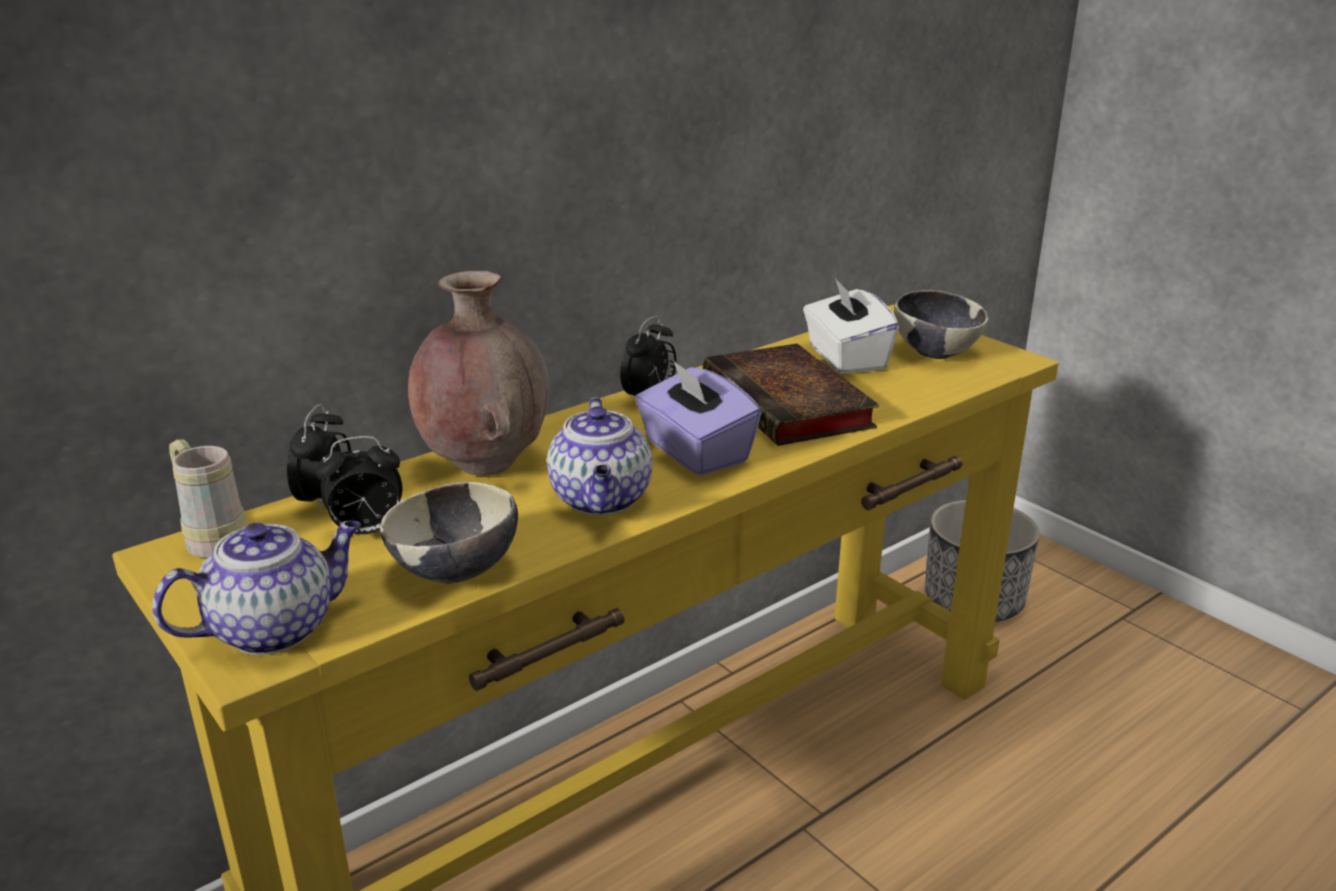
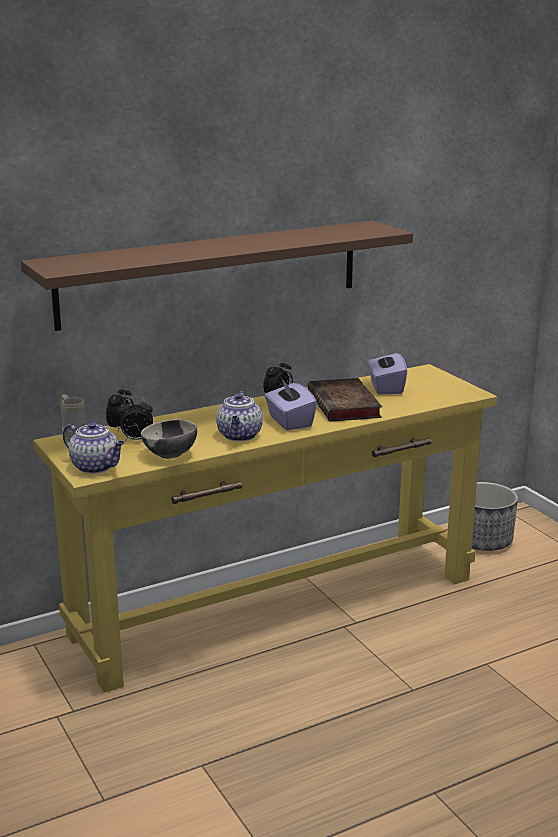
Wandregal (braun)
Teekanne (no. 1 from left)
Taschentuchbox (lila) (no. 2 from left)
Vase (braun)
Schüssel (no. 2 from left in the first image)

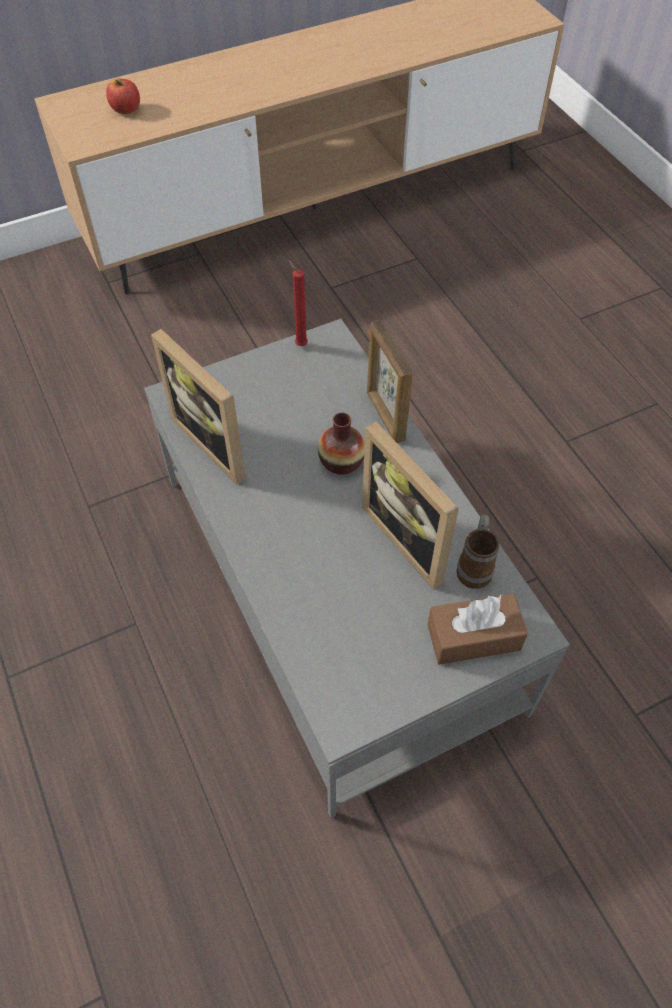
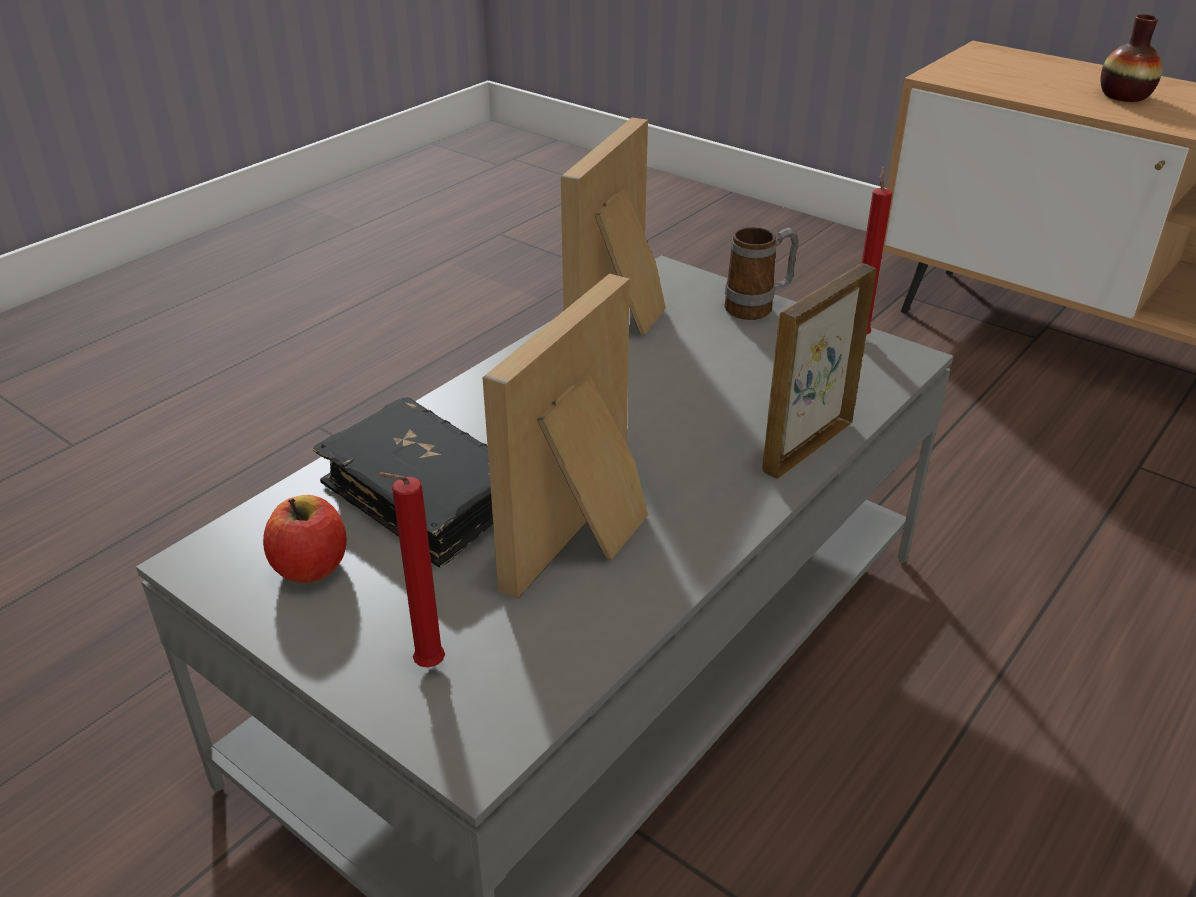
Apfel
Buch (schwarz)
Kerze (rot) (no. 1 from left)
Henkelbecher
Vase

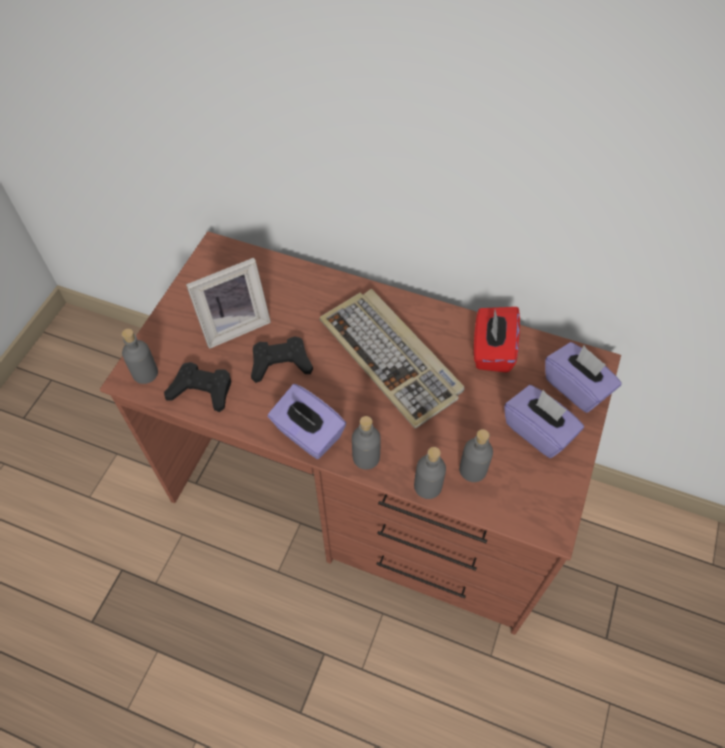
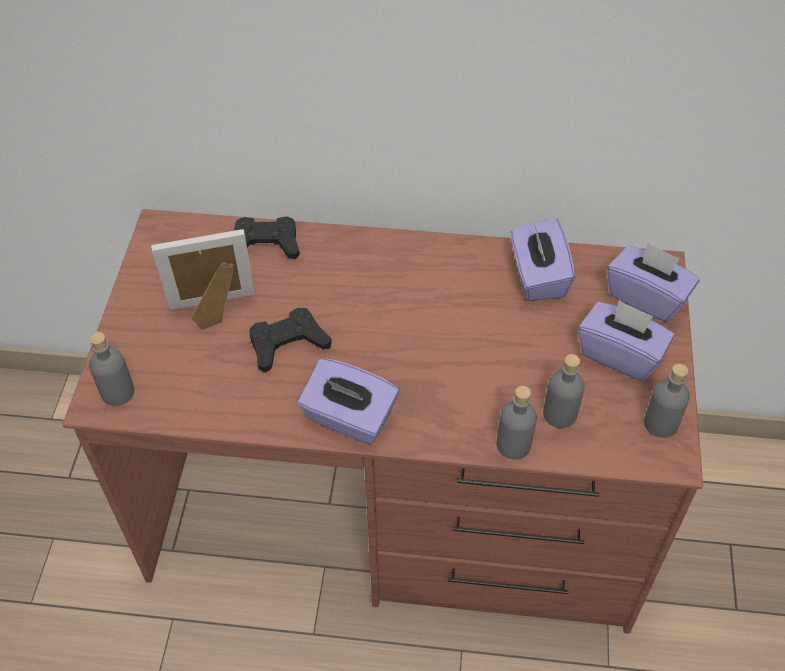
Bilderrahmen
Gamepad (schwarz) (no. 1 from left)
Taschentuchbox (lila) (no. 2 from left)
Flasche (grau) (no. 4 from left)
Tastatur

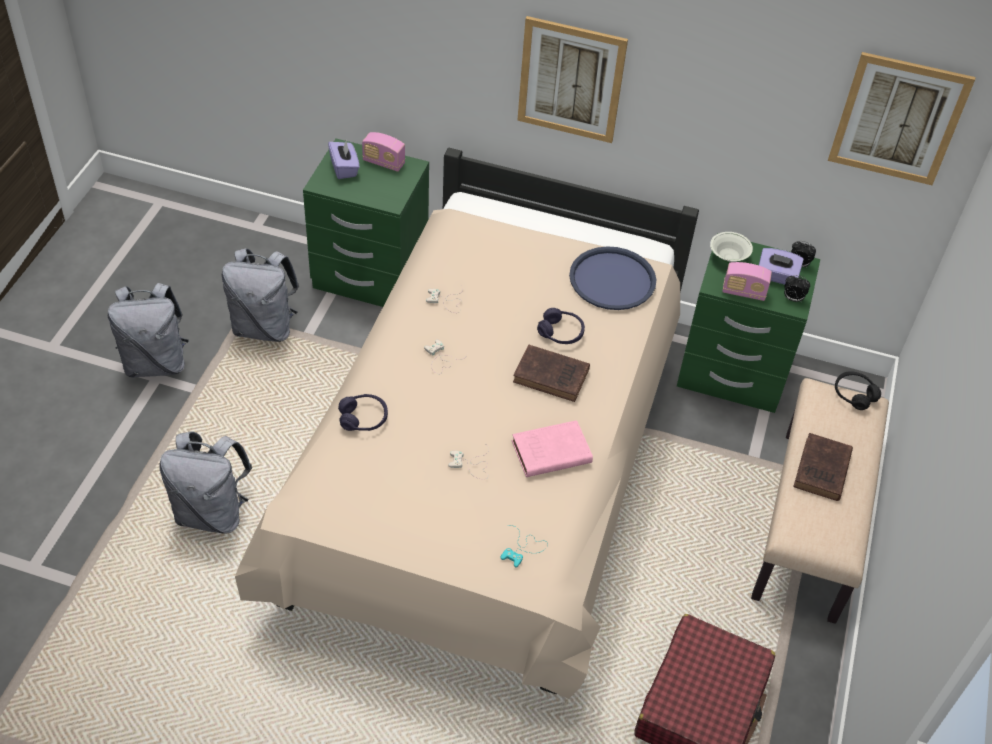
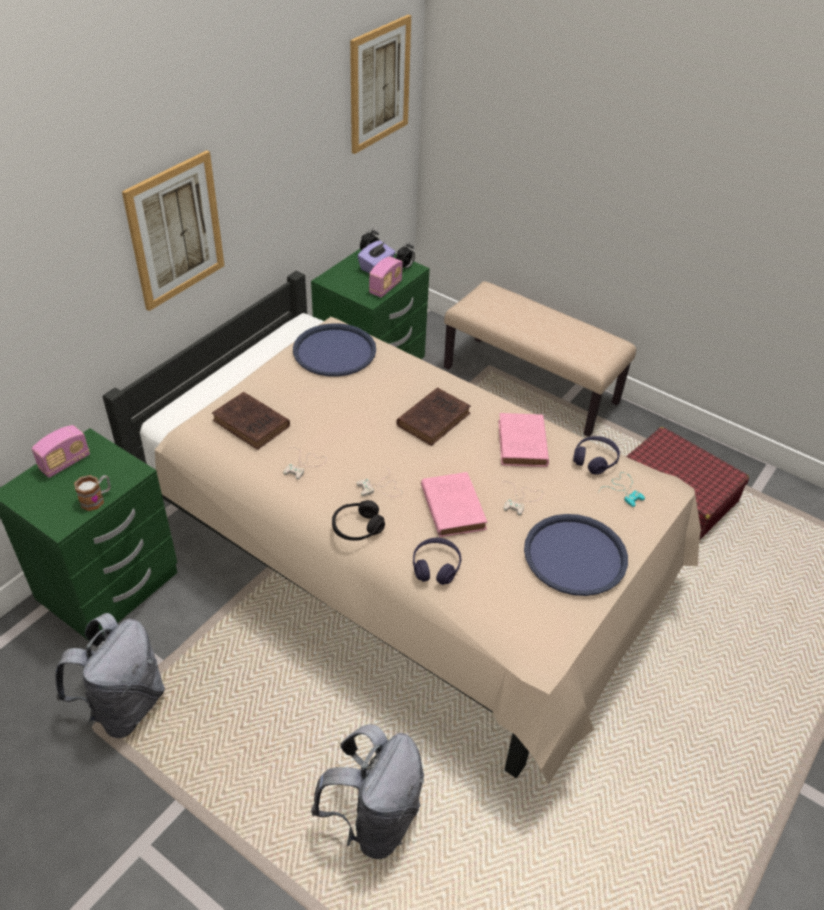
Henkelbecher
Buch (braun) (no. 1 from left)
Kopfhörer (schwarz)
Buch (rosa) (no. 1 from left)
Tablett (blau) (no. 2 from left)
Kopfhörer (lila) (no. 2 from left)
Rucksack (grau) (no. 1 from left in the first image)
Taschentuchbox (lila) (no. 1 from left in the first image)
Schüssel (weiß)

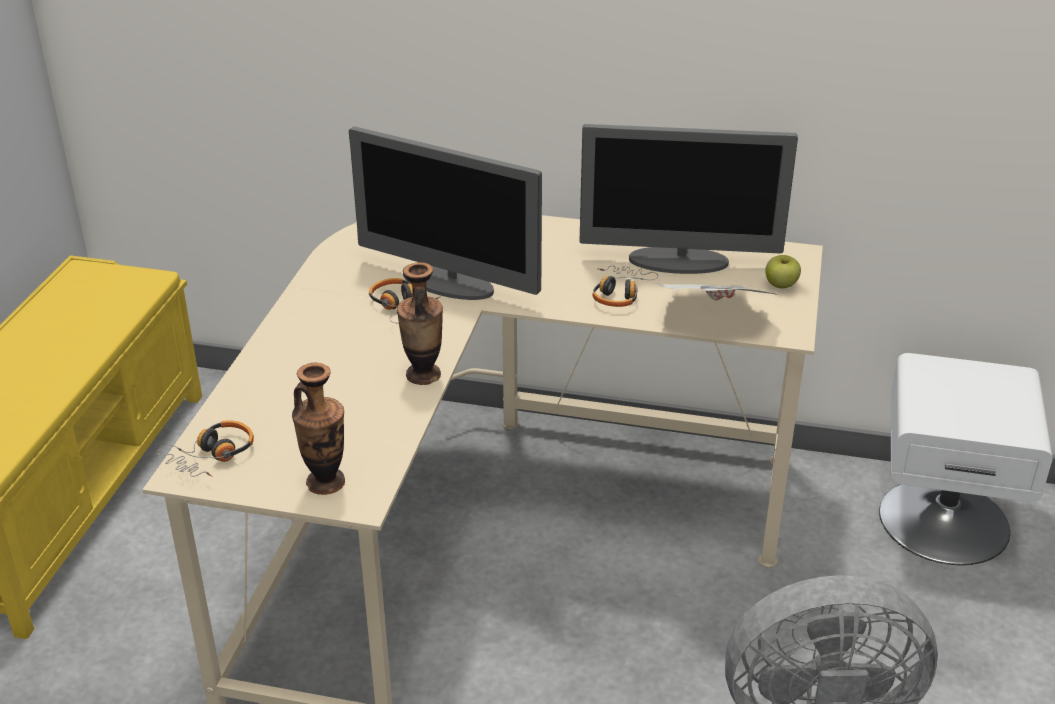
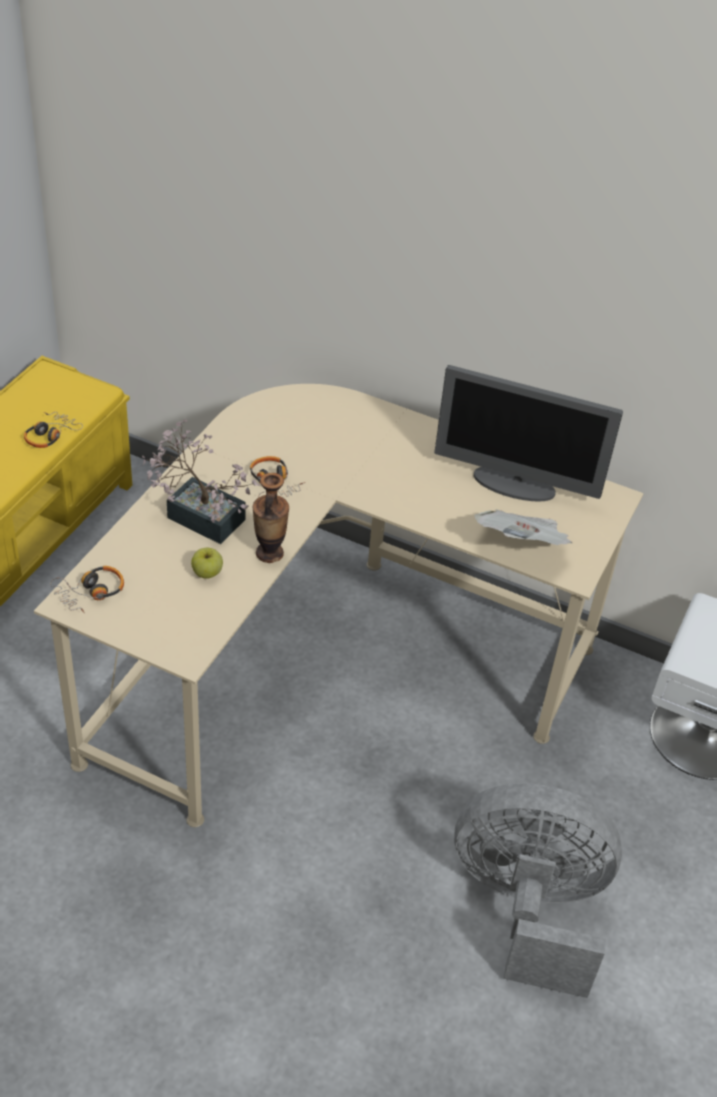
Kopfhörer (no. 1 from left)
Topfpflanze
Apfel
Vase (no. 1 from left in the first image)
Monitor (no. 1 from left in the first image)

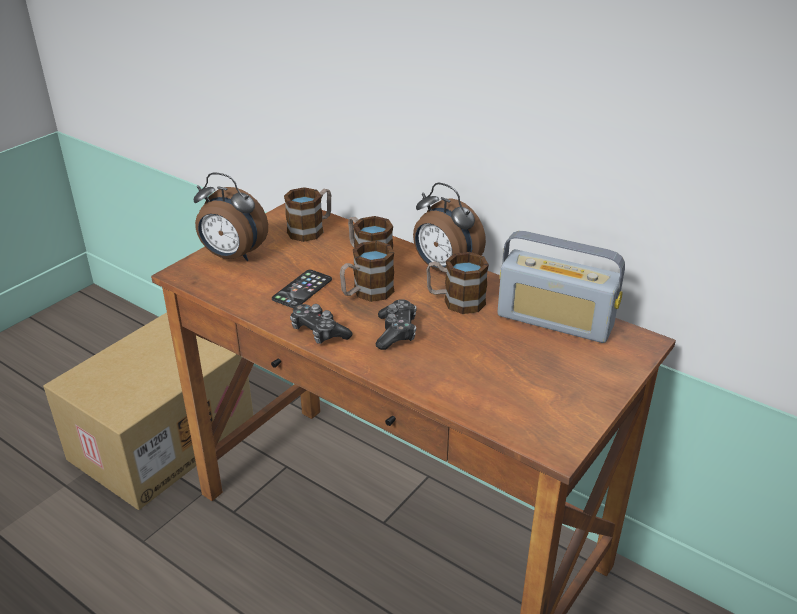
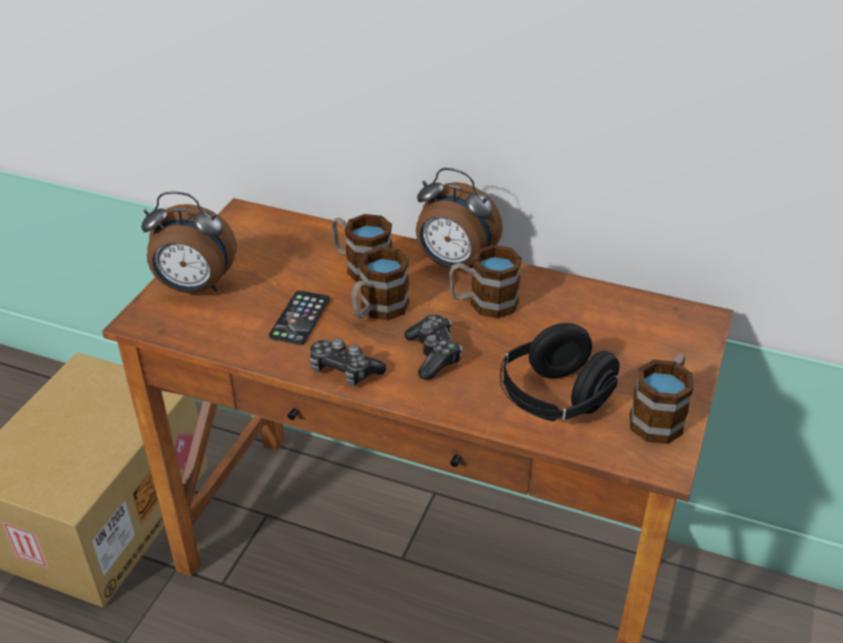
Kopfhörer (schwarz)
Henkelbecher (no. 4 from left)
Radio

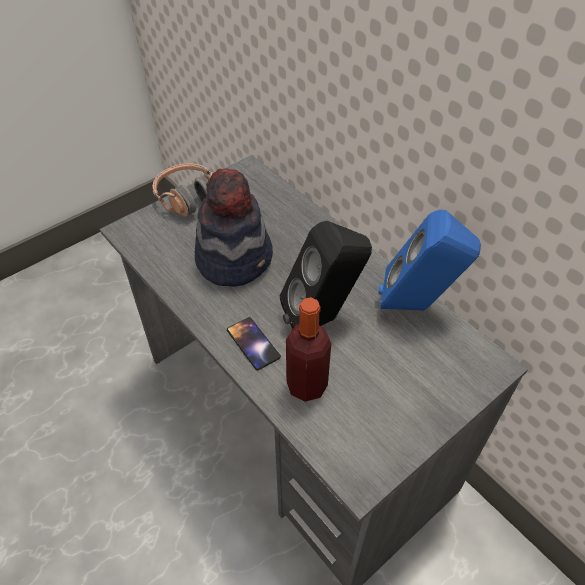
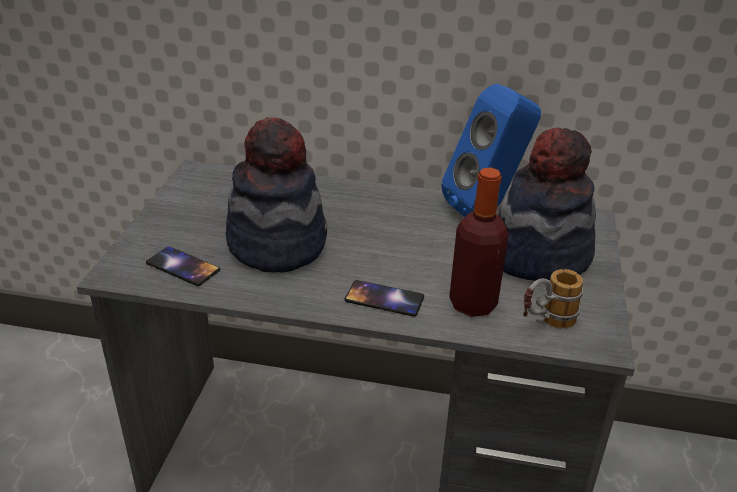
Handy (no. 1 from left)
Hut (no. 2 from left)
Henkelbecher
Kopfhörer
Lautsprecher (schwarz)

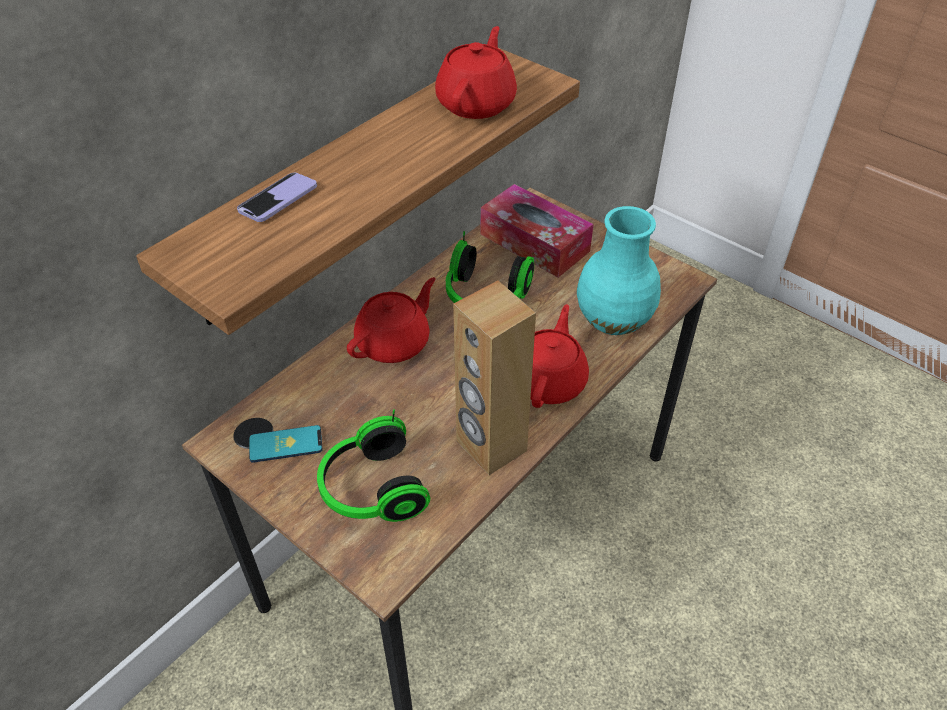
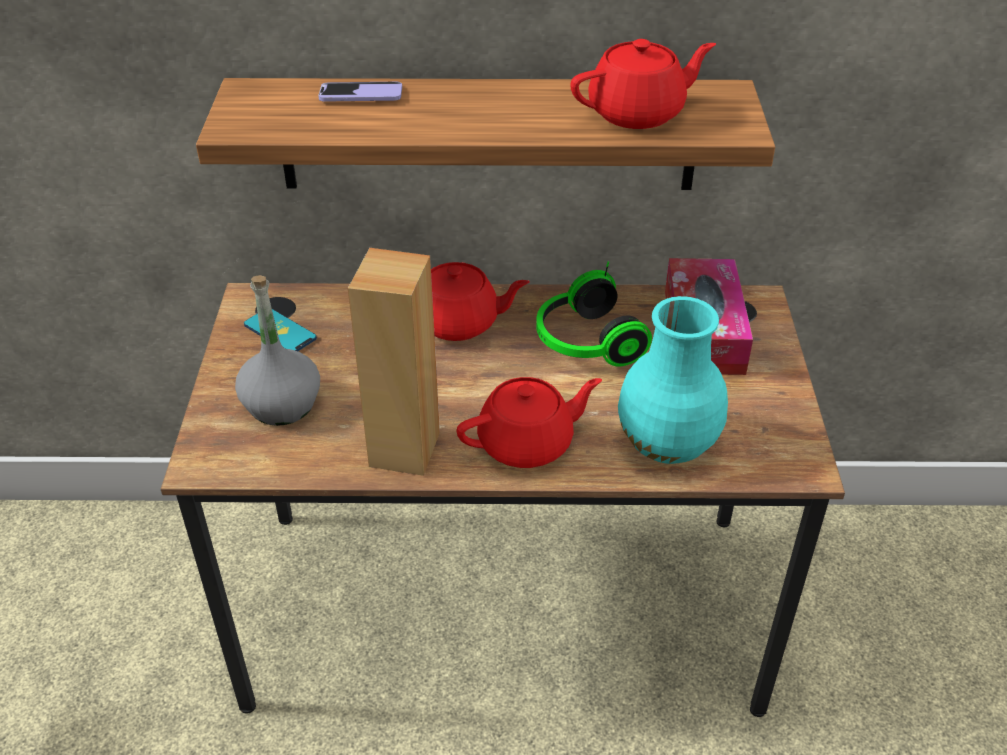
Flasche (grau)

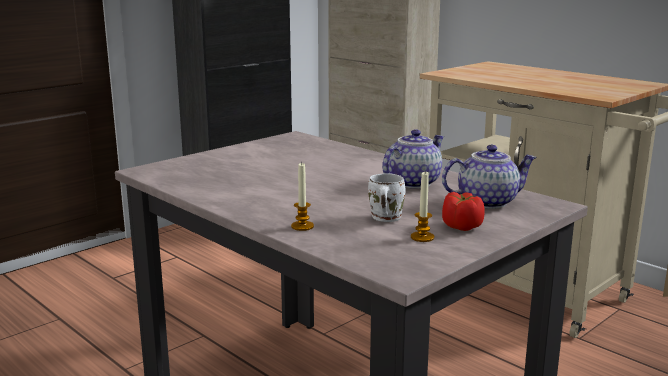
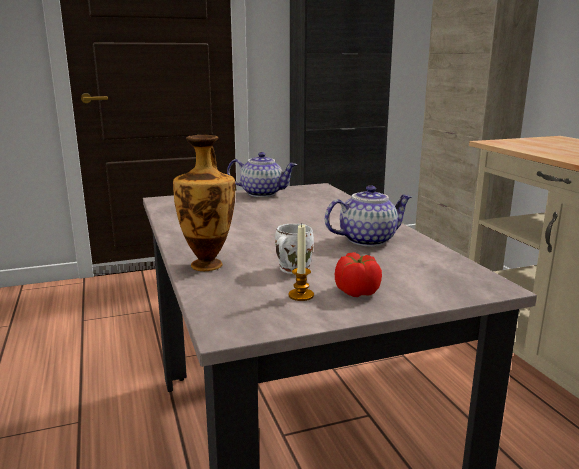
Vase
Teekanne (no. 1 from left)

